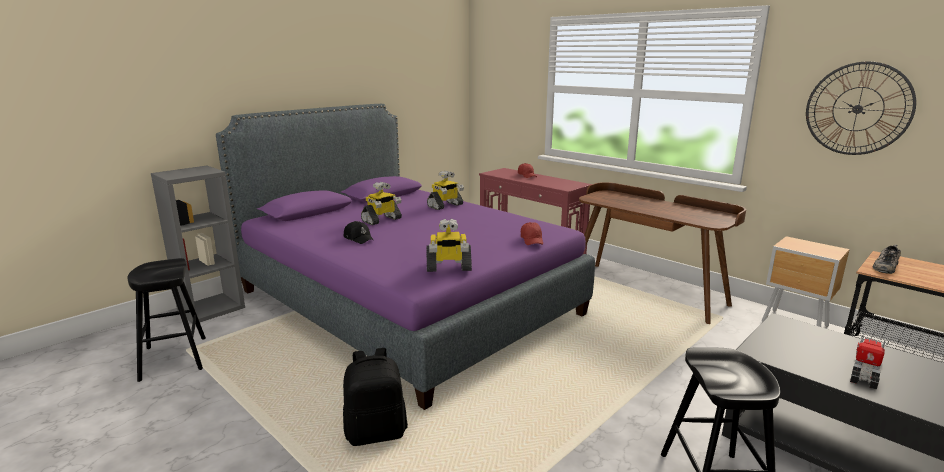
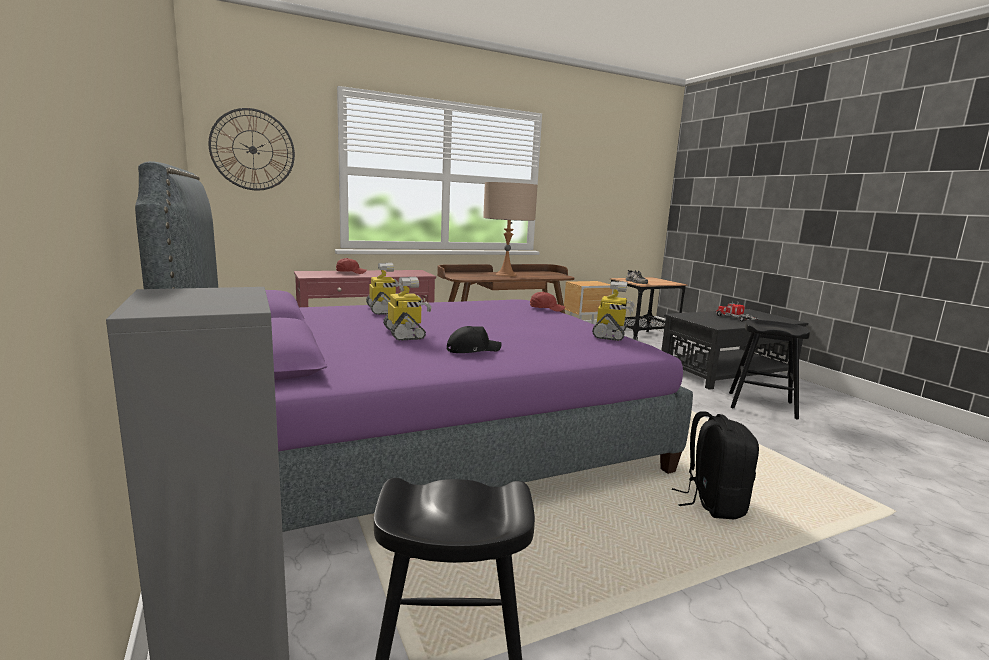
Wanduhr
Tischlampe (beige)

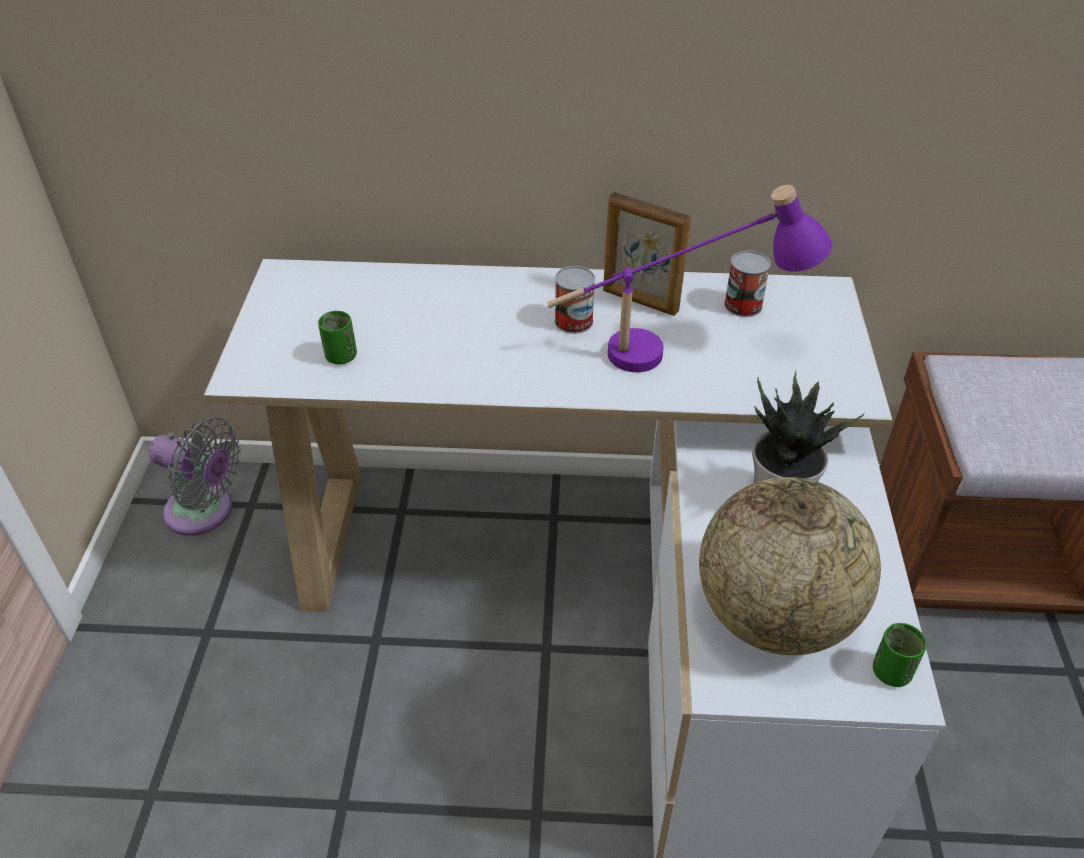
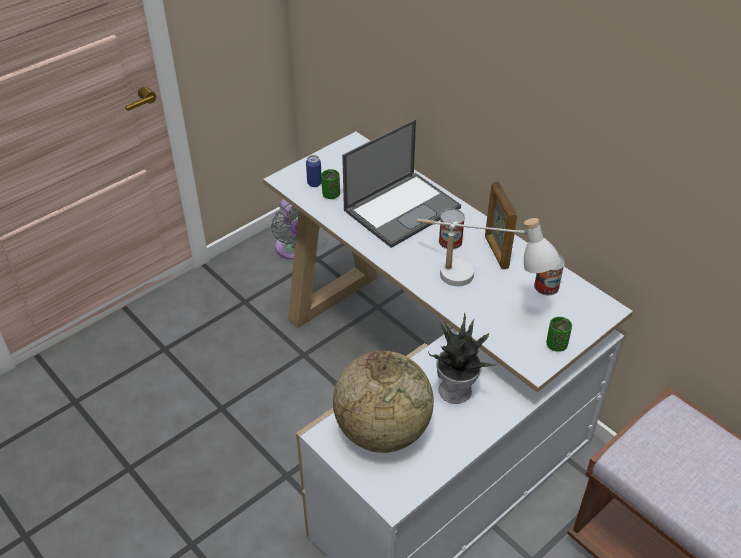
Dose (no. 1 from left)
Laptop
Tischlampe (weiß)
Tasse (grün) (no. 2 from left)

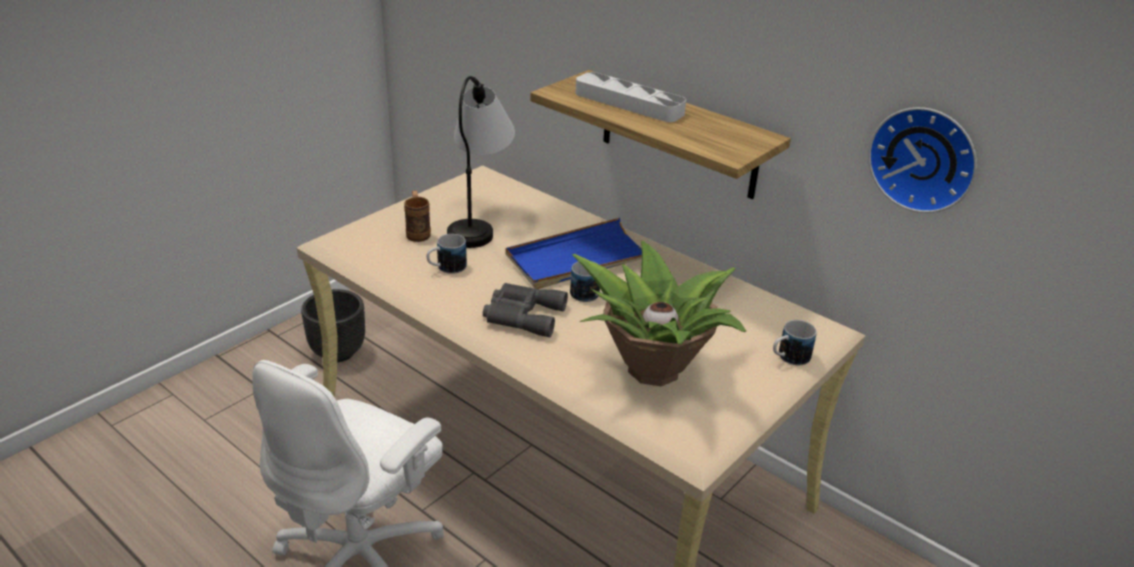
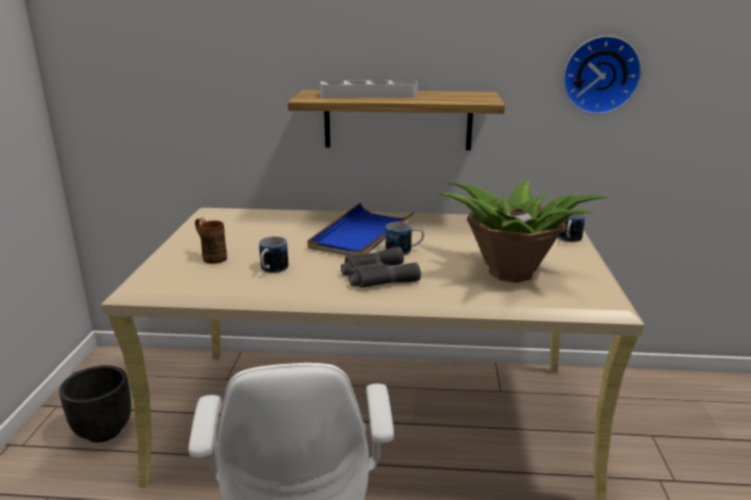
Tischlampe

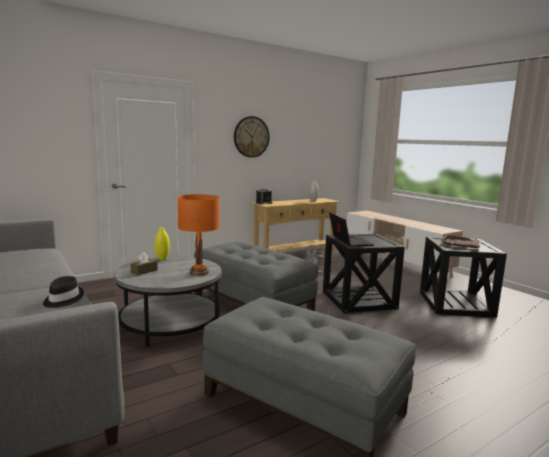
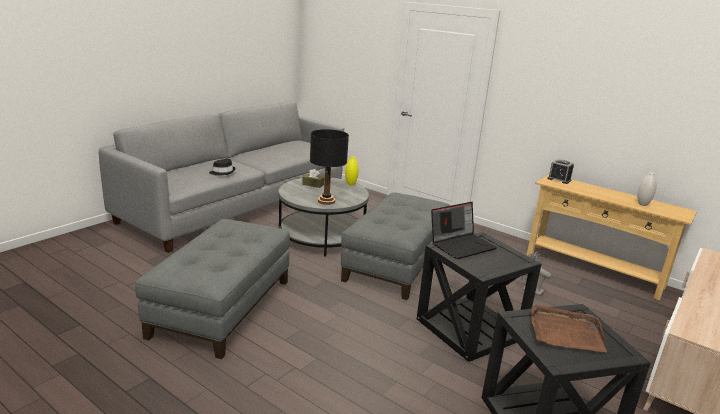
Tischlampe (schwarz)
Wanduhr

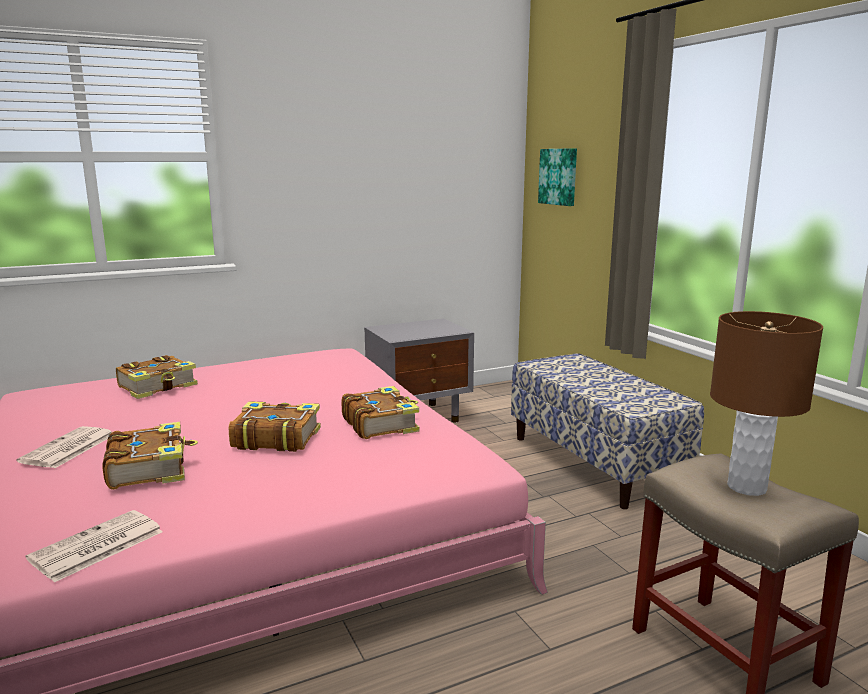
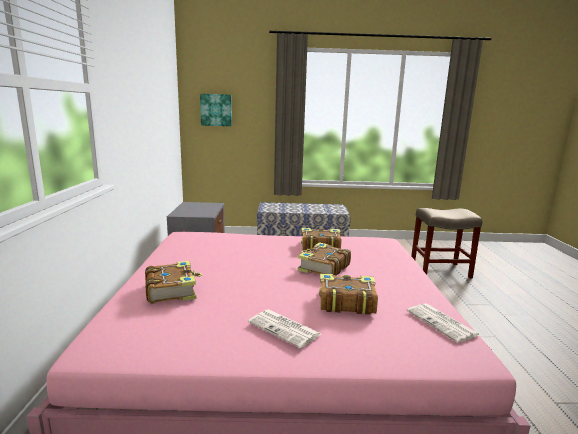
Tischlampe (braun)

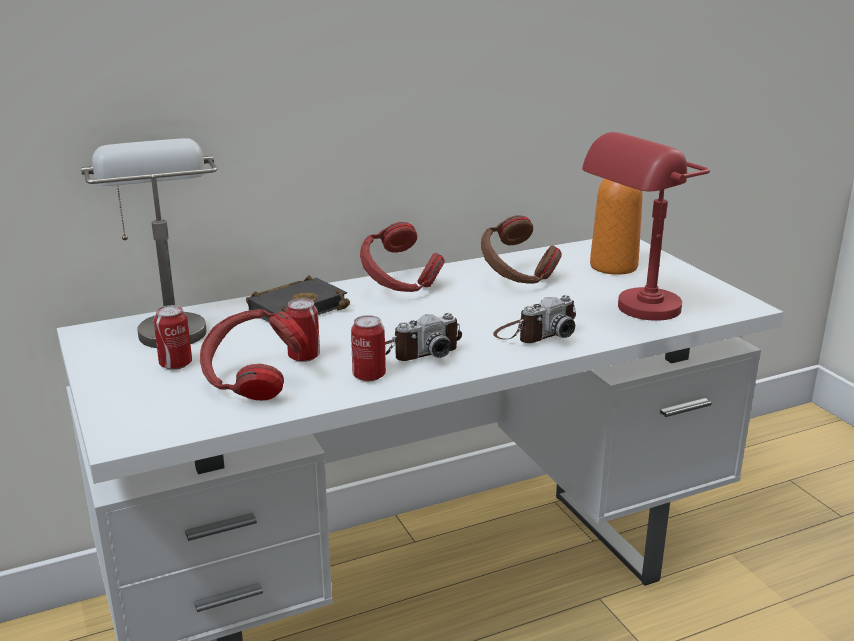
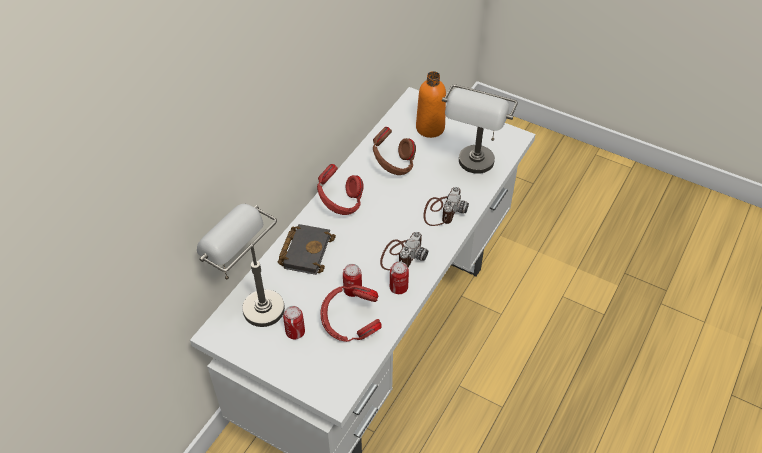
Tischlampe (grau) (no. 2 from left)

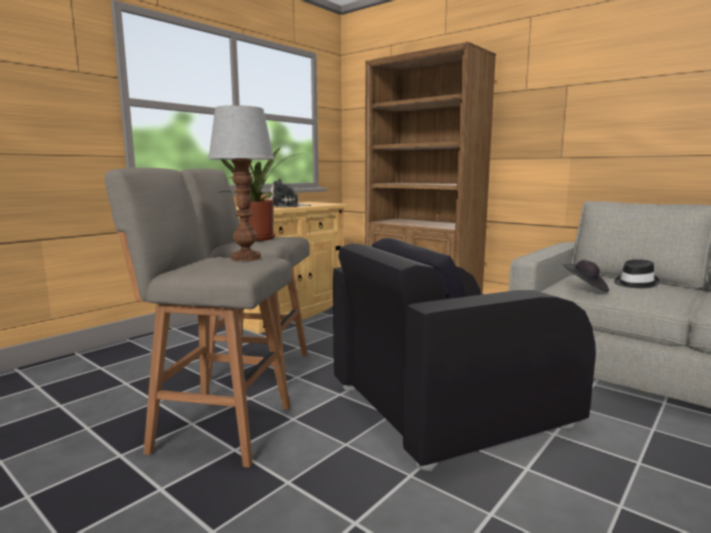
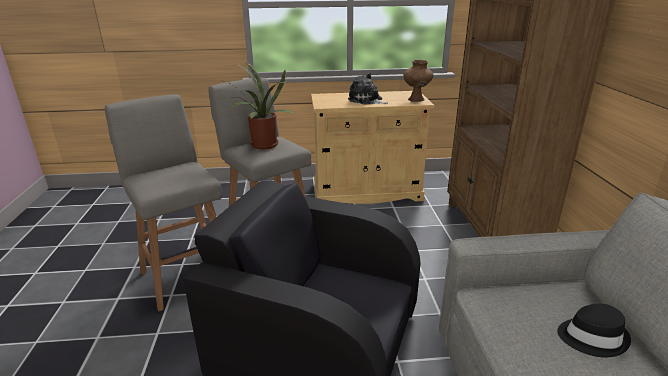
Vase (braun)
Tischlampe
Hut (schwarz) (no. 1 from left in the first image)

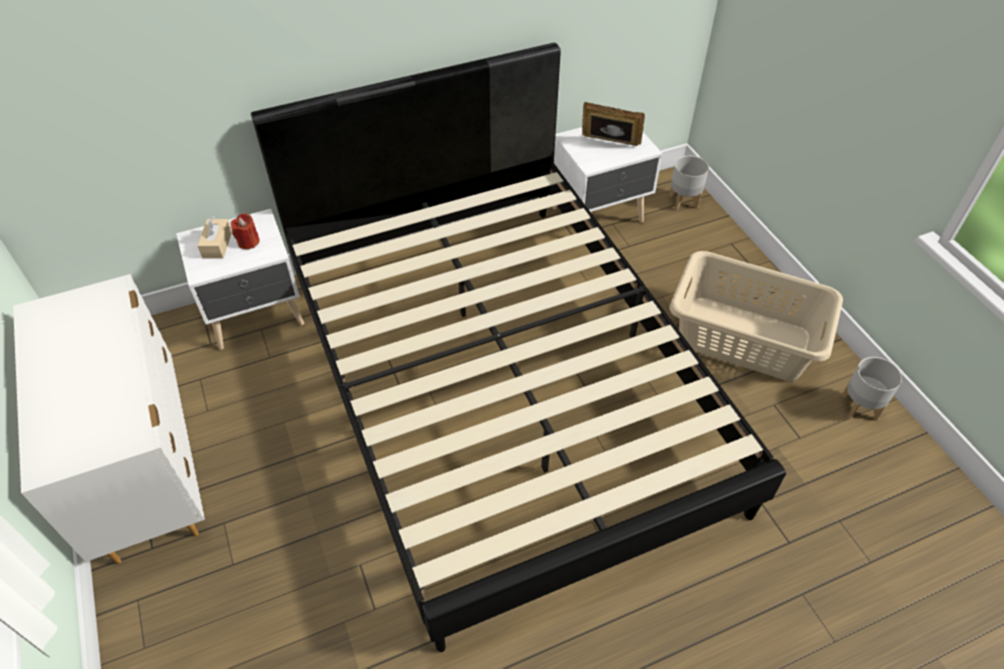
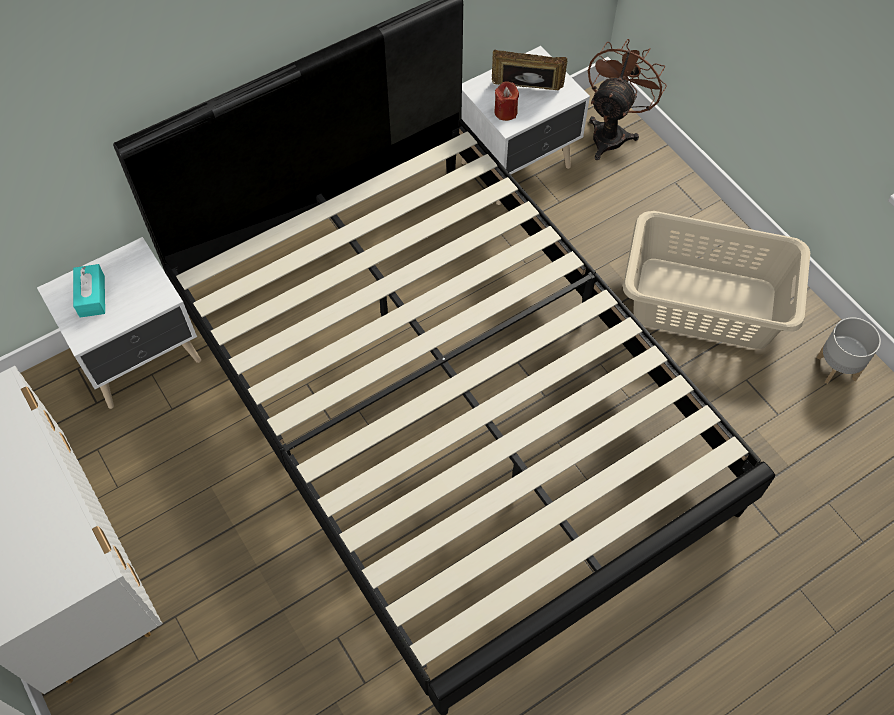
Taschentuchbox (türkis)
Kerze (rot)
Ventilator (braun)

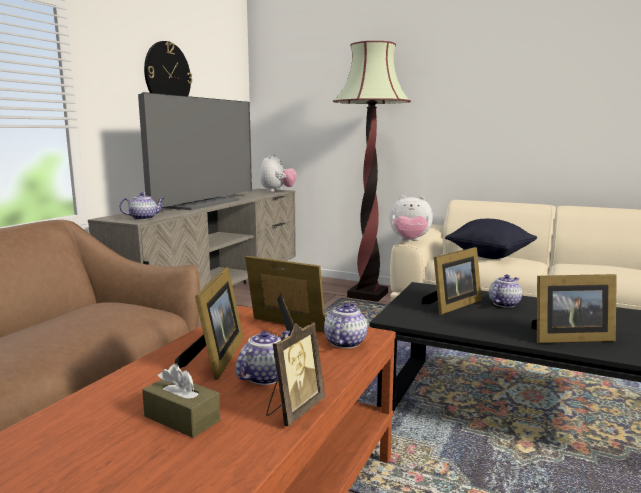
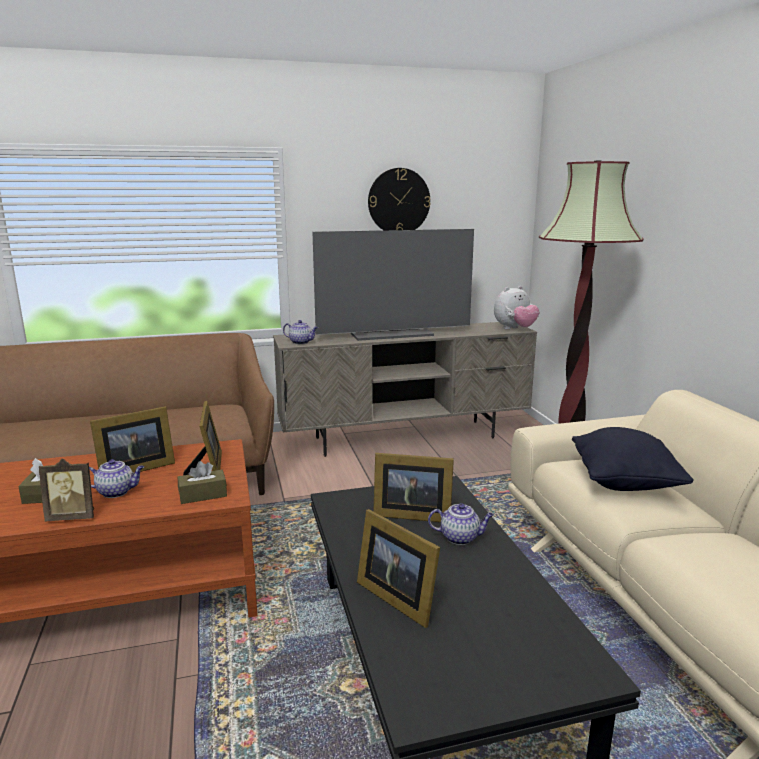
Taschentuchbox (braun) (no. 2 from left)
Plüschtier (no. 2 from left in the first image)

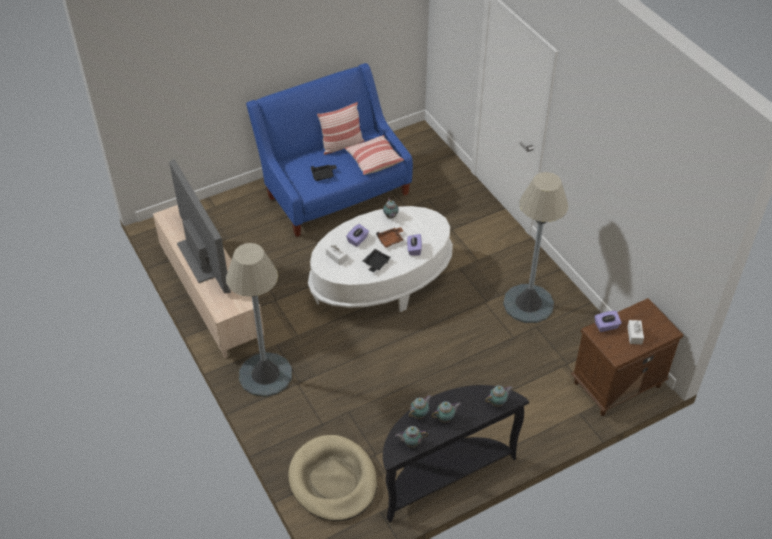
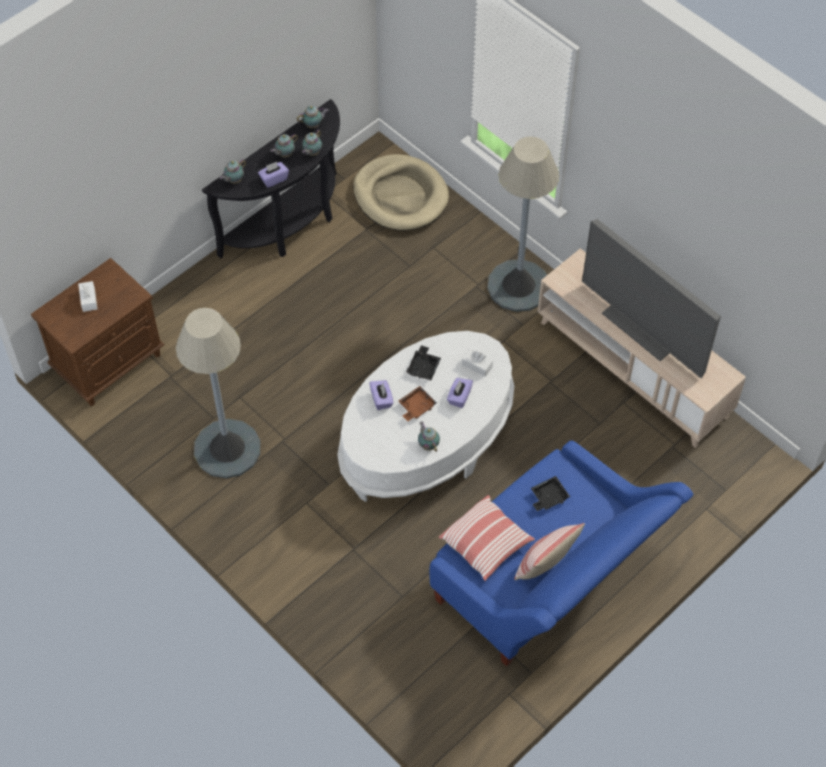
Taschentuchbox (lila) (no. 1 from left)

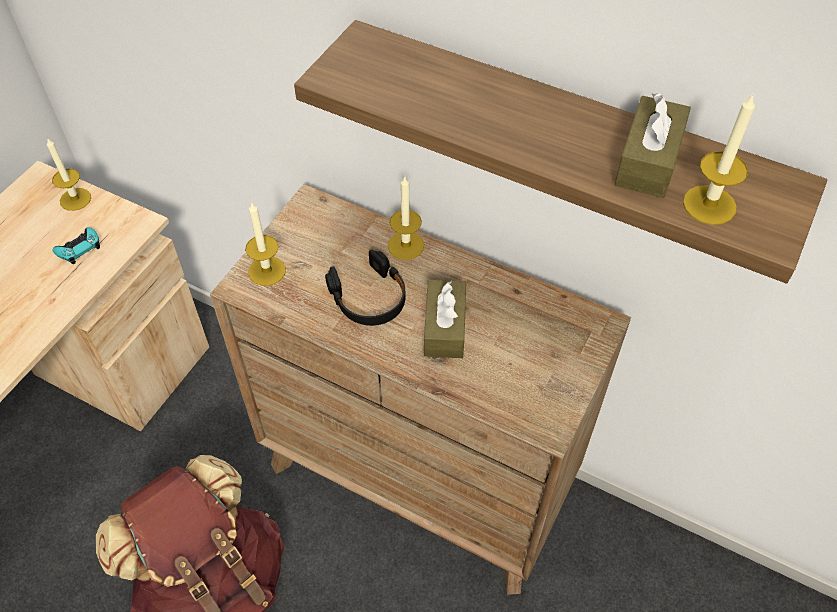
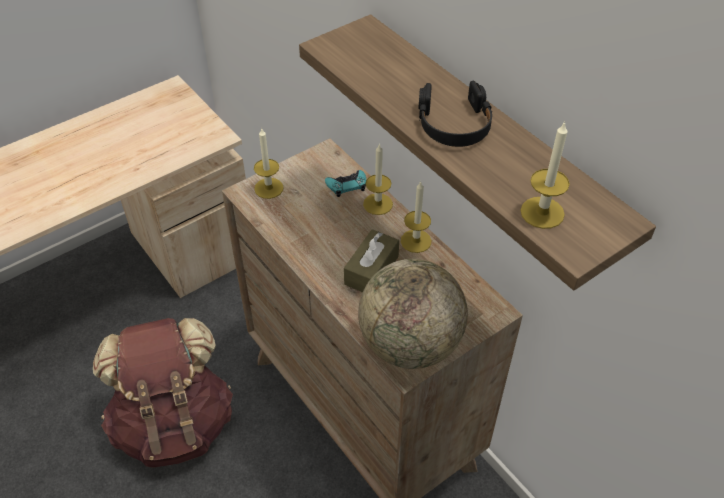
Gamepad (türkis)
Globus
Kerze (no. 3 from left)
Kopfhörer (schwarz)
Taschentuchbox (braun) (no. 2 from left in the first image)

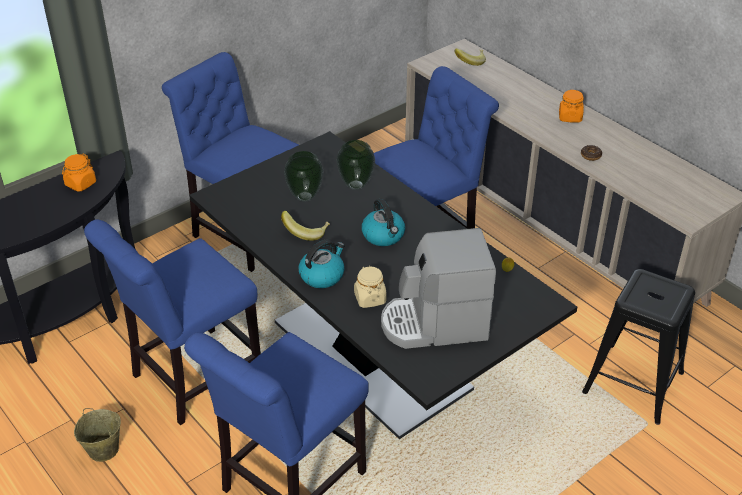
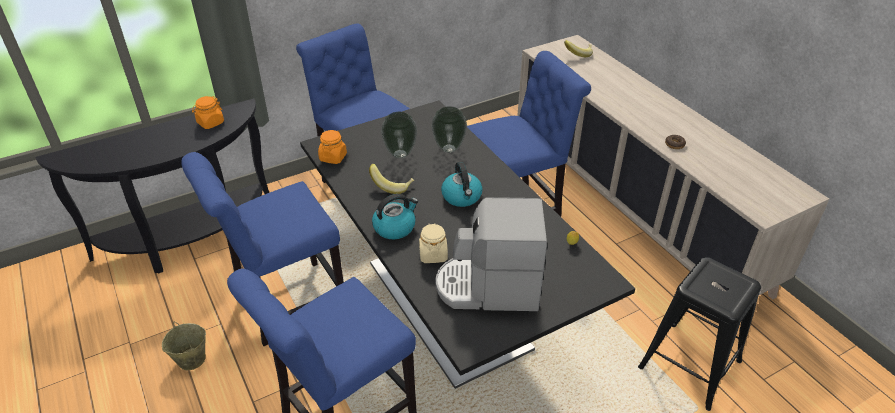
Vorratsglas (orange) (no. 2 from left)

